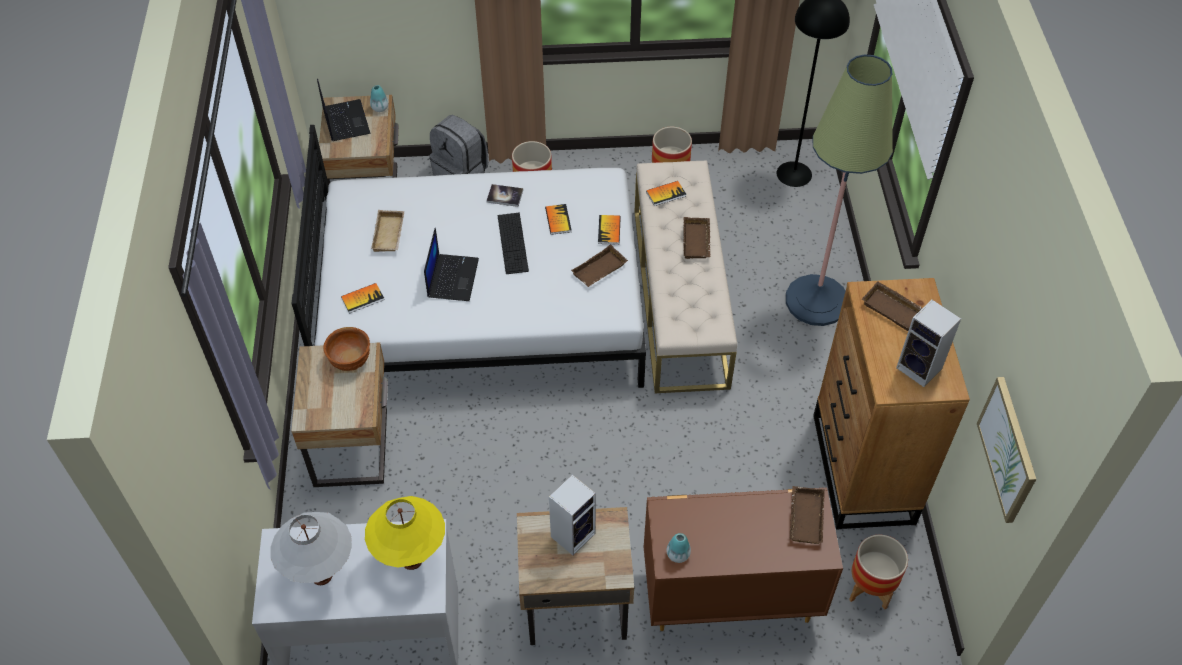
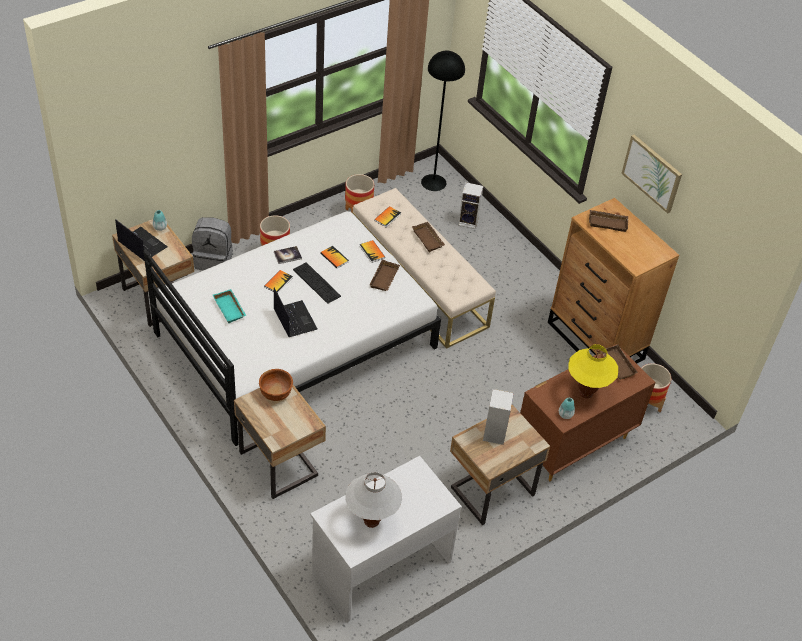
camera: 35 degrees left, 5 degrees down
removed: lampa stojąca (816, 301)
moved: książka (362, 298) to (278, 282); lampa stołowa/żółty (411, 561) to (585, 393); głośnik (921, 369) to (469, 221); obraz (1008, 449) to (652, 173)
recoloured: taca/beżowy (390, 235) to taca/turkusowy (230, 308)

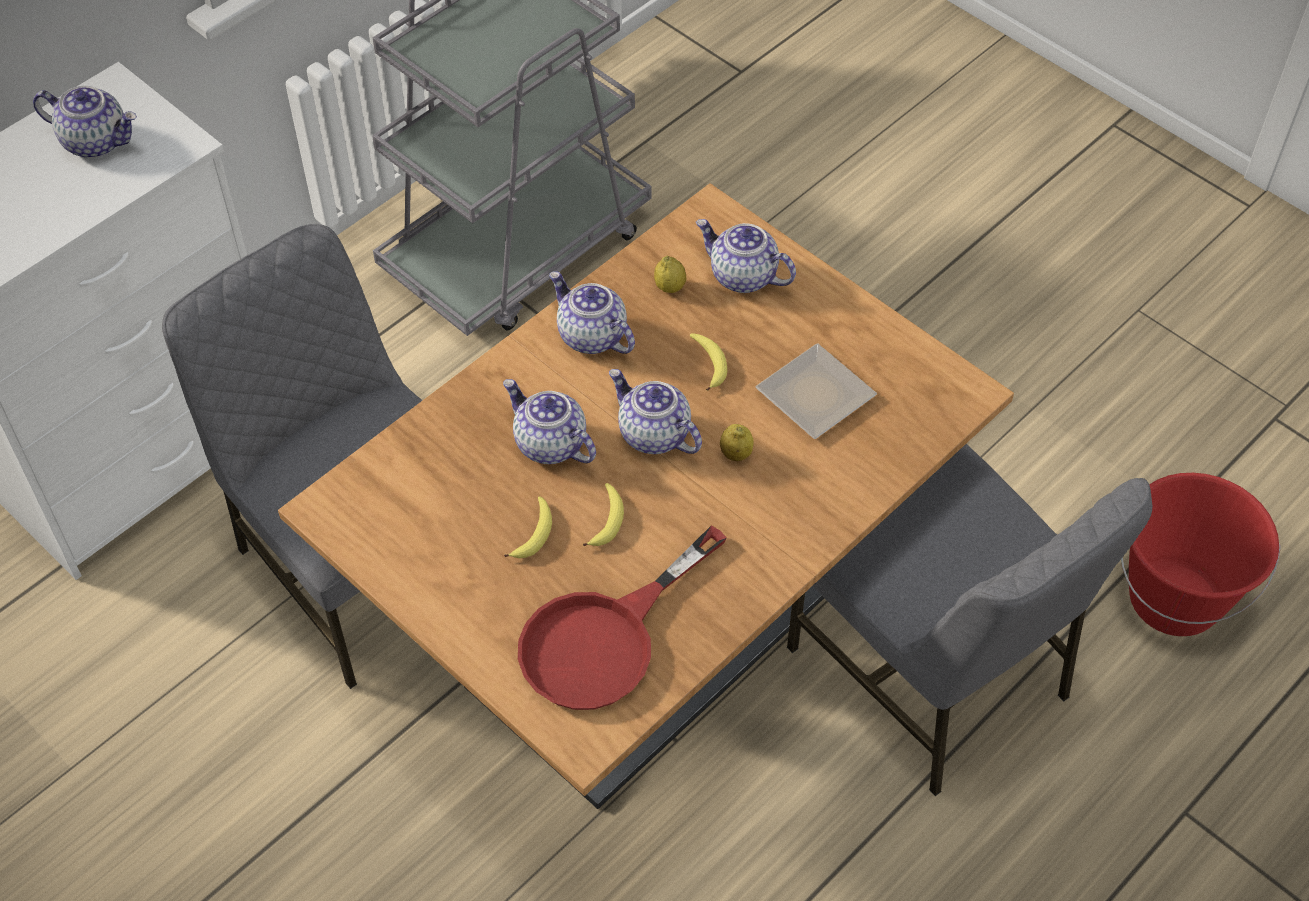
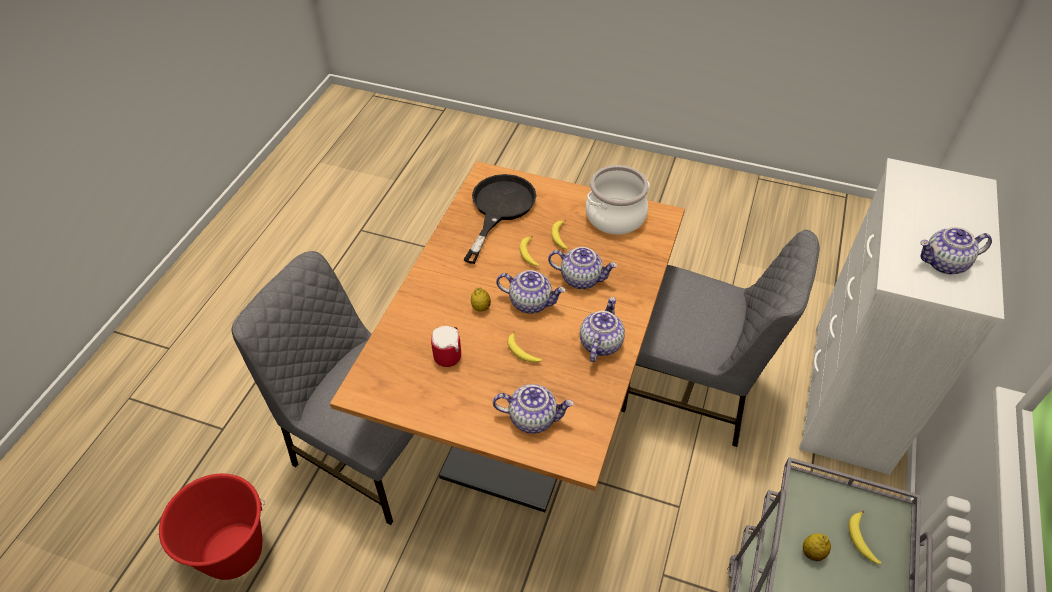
camera: 155 degrees right, 5 degrees down
added: garnek (615, 216); banan (861, 540)
moved: cytryna (670, 287) to (812, 553)
replaced: talerz (815, 399) to kubek (450, 354)
recoloured: patelnia/czerwony (604, 639) to patelnia/czarny (499, 209)
turned: imbryk (591, 336) = (600, 343) 90 degrees counterclockwise

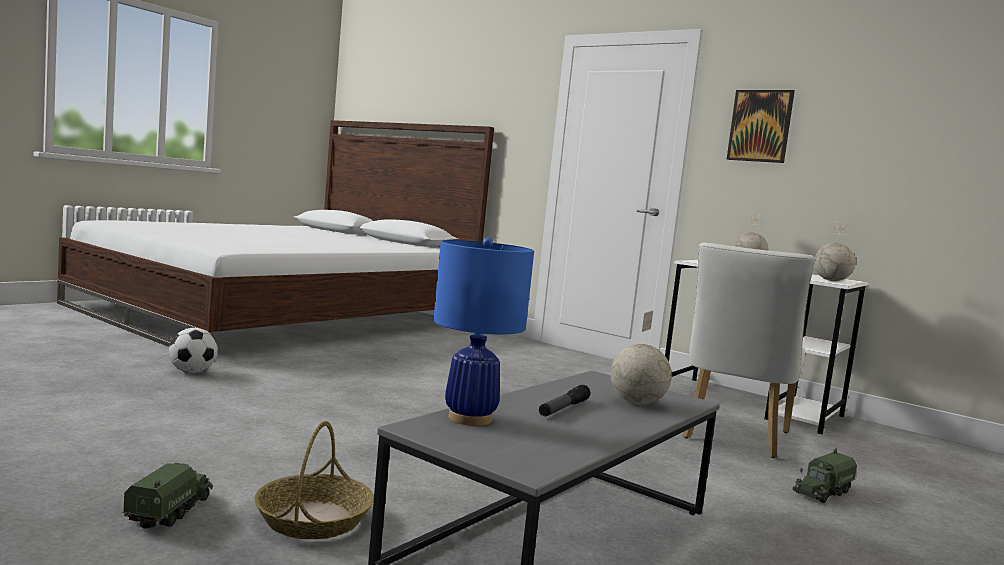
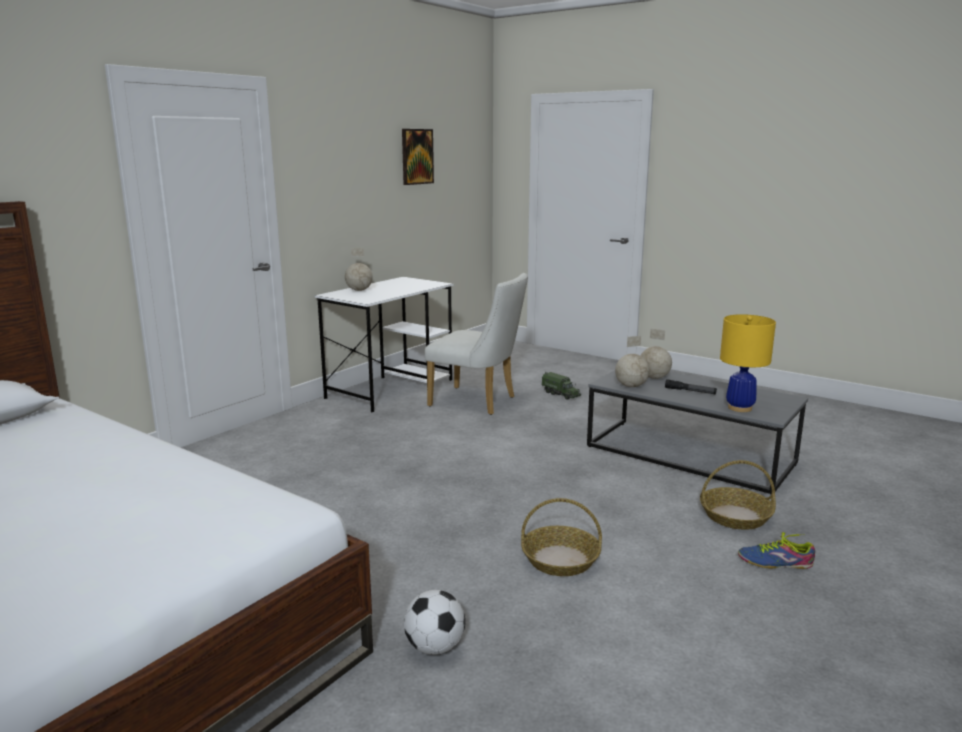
camera: 90 degrees left, 10 degrees up
added: koszyk (560, 560)
moved: obraz (760, 126) to (417, 156); globus (831, 281) to (630, 386)
replaced: ciężarówka zabawkowa (170, 511) to but (775, 562)
recoloured: lampa stołowa/niebieski (469, 418) to lampa stołowa/żółty (739, 408)

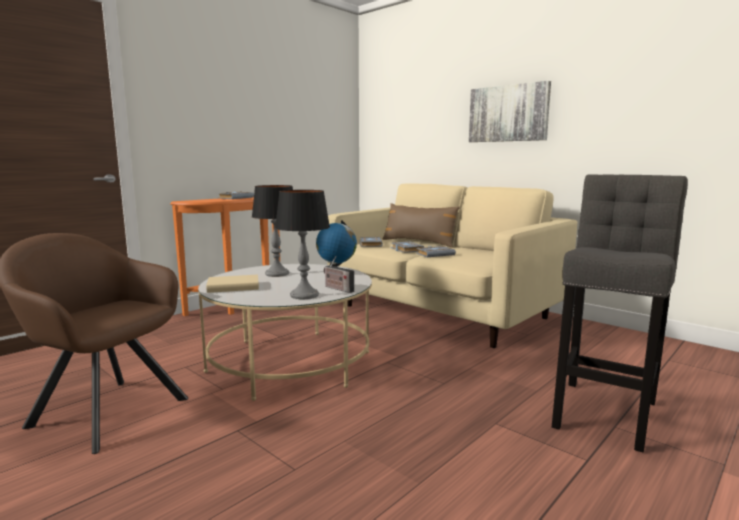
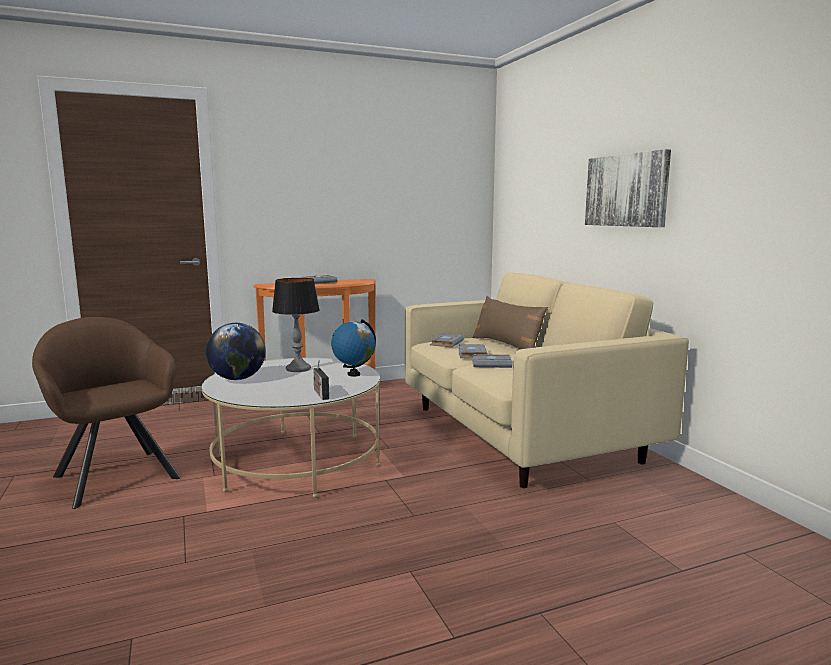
camera: 25 degrees right, 0 degrees up
removed: lampa stołowa (304, 295); stołek/szary (605, 410)
replaced: książka/beżowy (233, 287) to globus (237, 379)

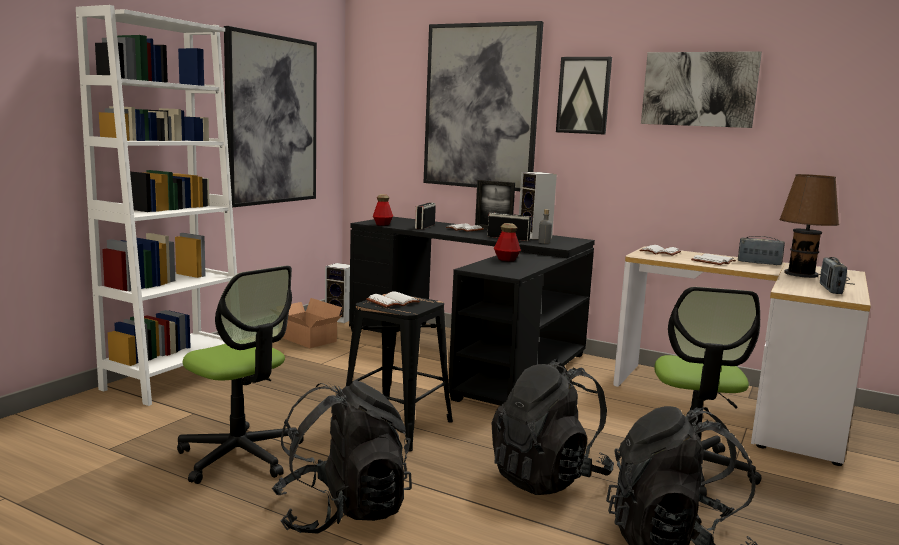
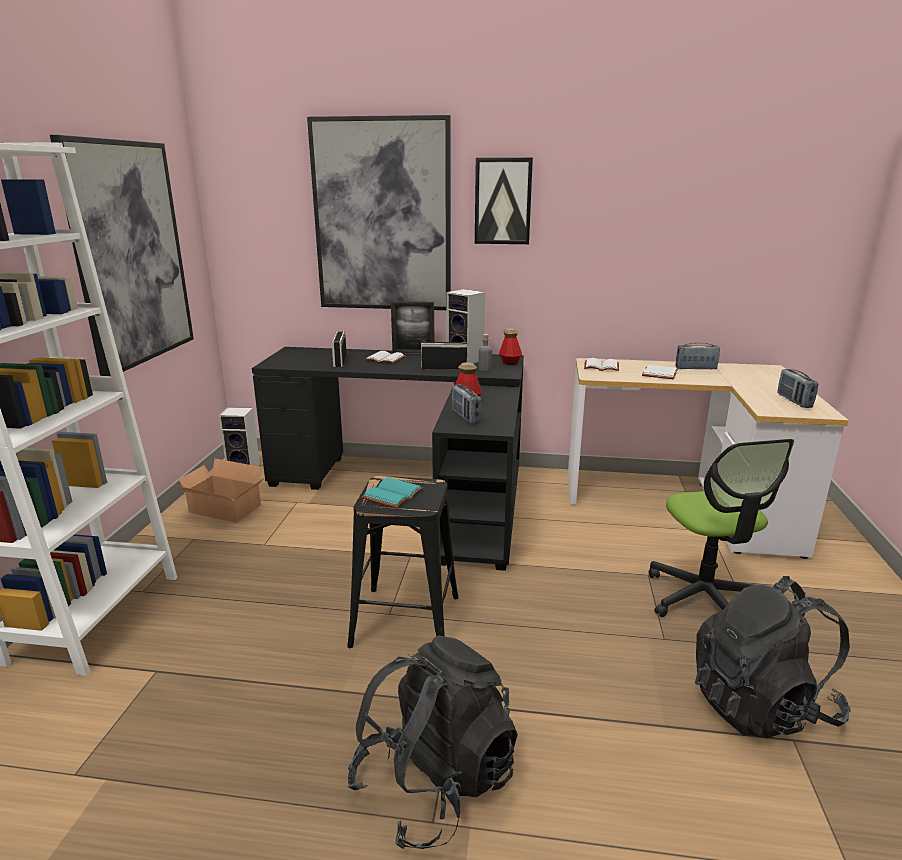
camera: 20 degrees left, 10 degrees up
removed: krzesło biurowe (240, 456); plecak/czarny (548, 477); obraz (699, 89); lampa stołowa/brązowy (805, 275)
added: radio (466, 417)
moved: butelka (382, 224) to (510, 363)
recoloured: książka/biały (393, 302) to książka/turkusowy (393, 495)

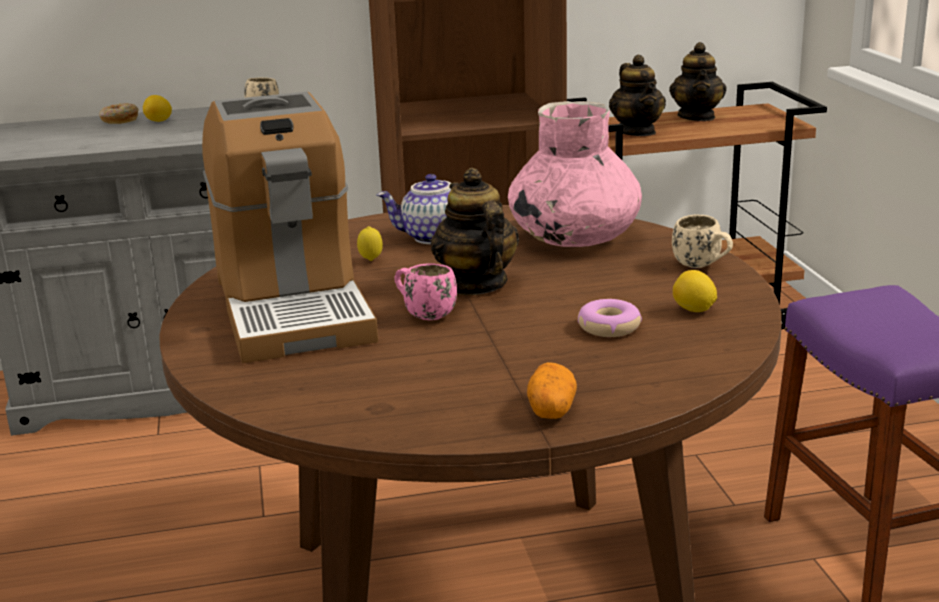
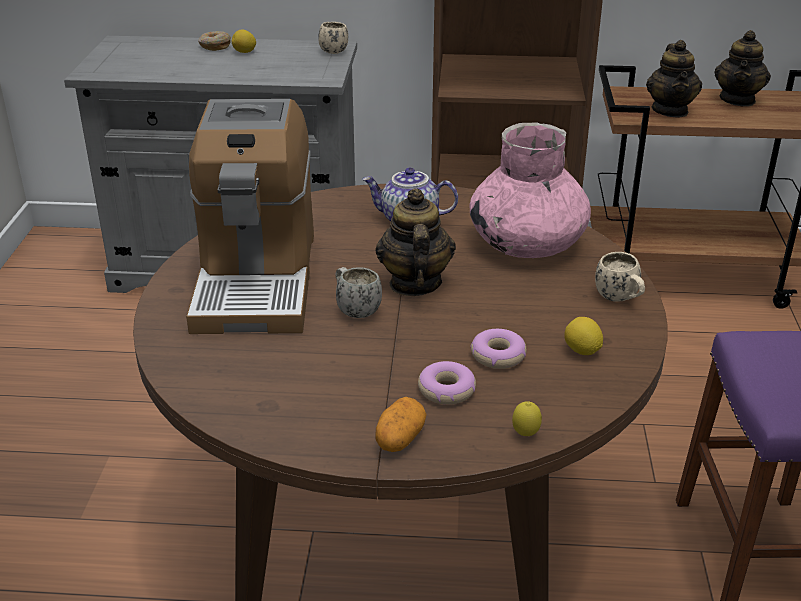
camera: 15 degrees right, 10 degrees up
added: donut (446, 390)
moved: cytryna (371, 261) to (525, 435)
recoloured: kubek/różowy (424, 314) to kubek/biały (354, 309)

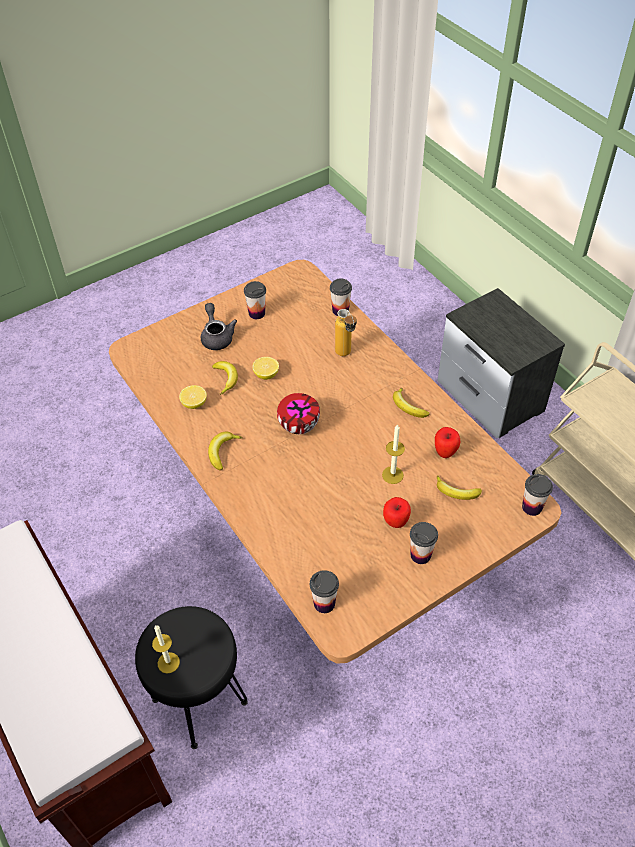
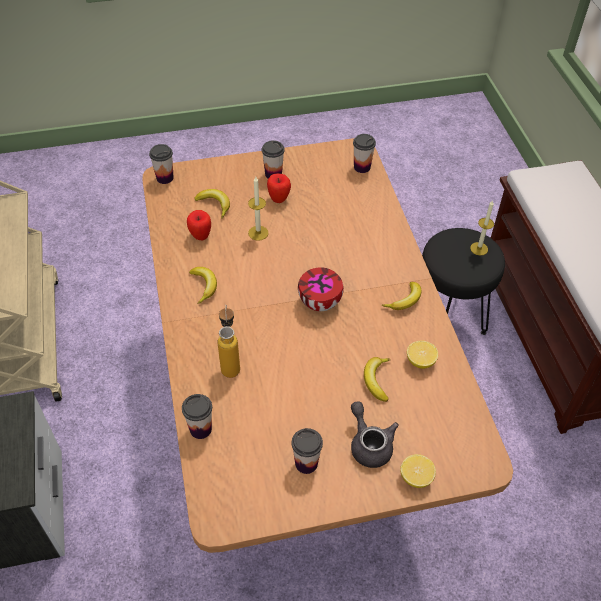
camera: 160 degrees left, 0 degrees up
moved: cytryna (266, 374) to (416, 477)
turned: imbryk/szary (217, 336) = (369, 444) 150 degrees clockwise

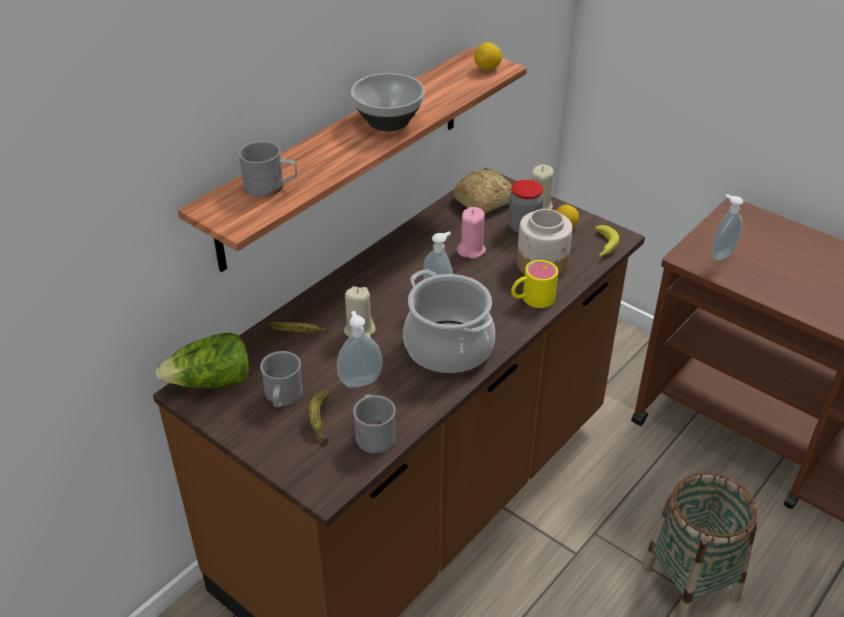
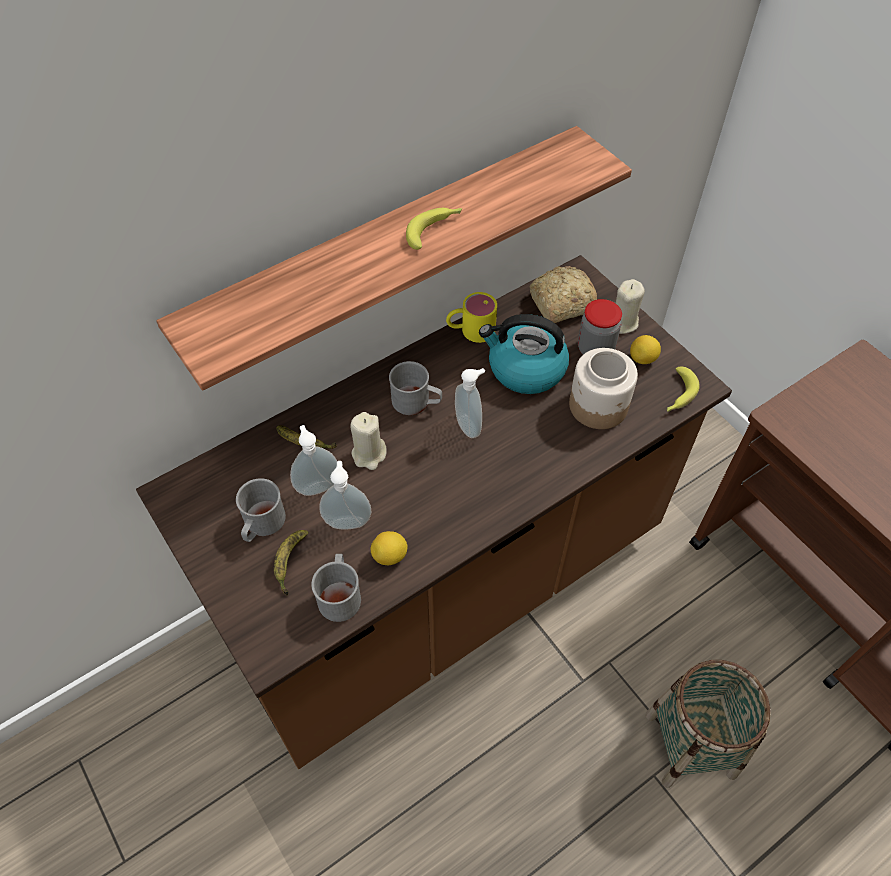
camera: 15 degrees right, 15 degrees up
removed: sałata (211, 382); garnek (448, 348)
moved: kubek/szary (270, 186) to (416, 402); cytryna (487, 68) to (390, 556); kubek/żółty (531, 299) to (470, 330); dozownik mydła (721, 254) to (317, 485)
replaced: miska (388, 122) to banan (434, 230); świeca/różowy (471, 250) to czajnik (525, 369)

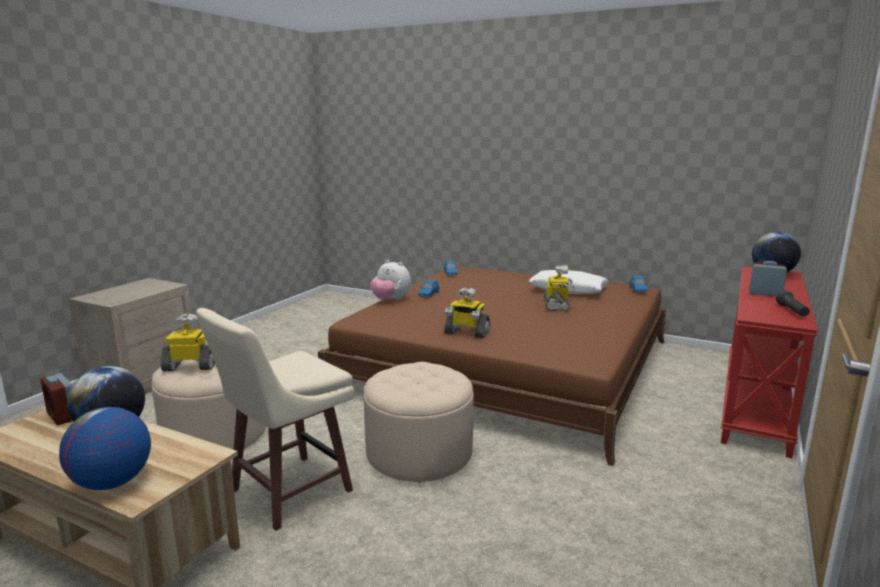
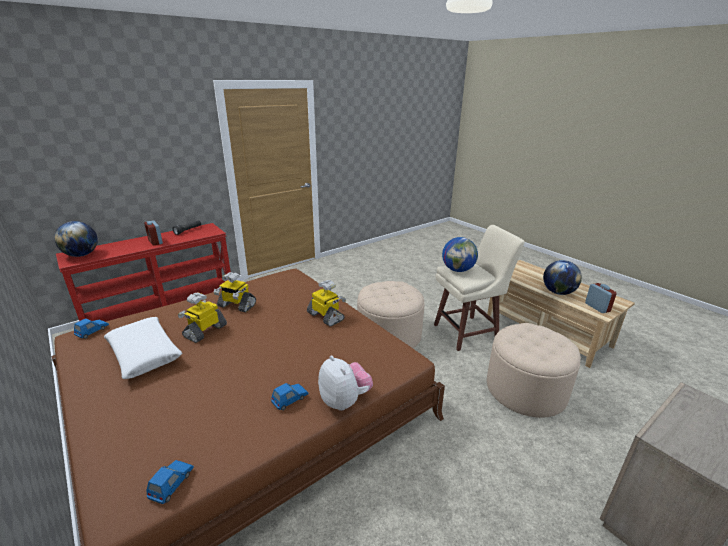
camera: 155 degrees left, 10 degrees up
moved: globus (112, 483) to (458, 270); robot zabawkowy (191, 366) to (236, 306)

